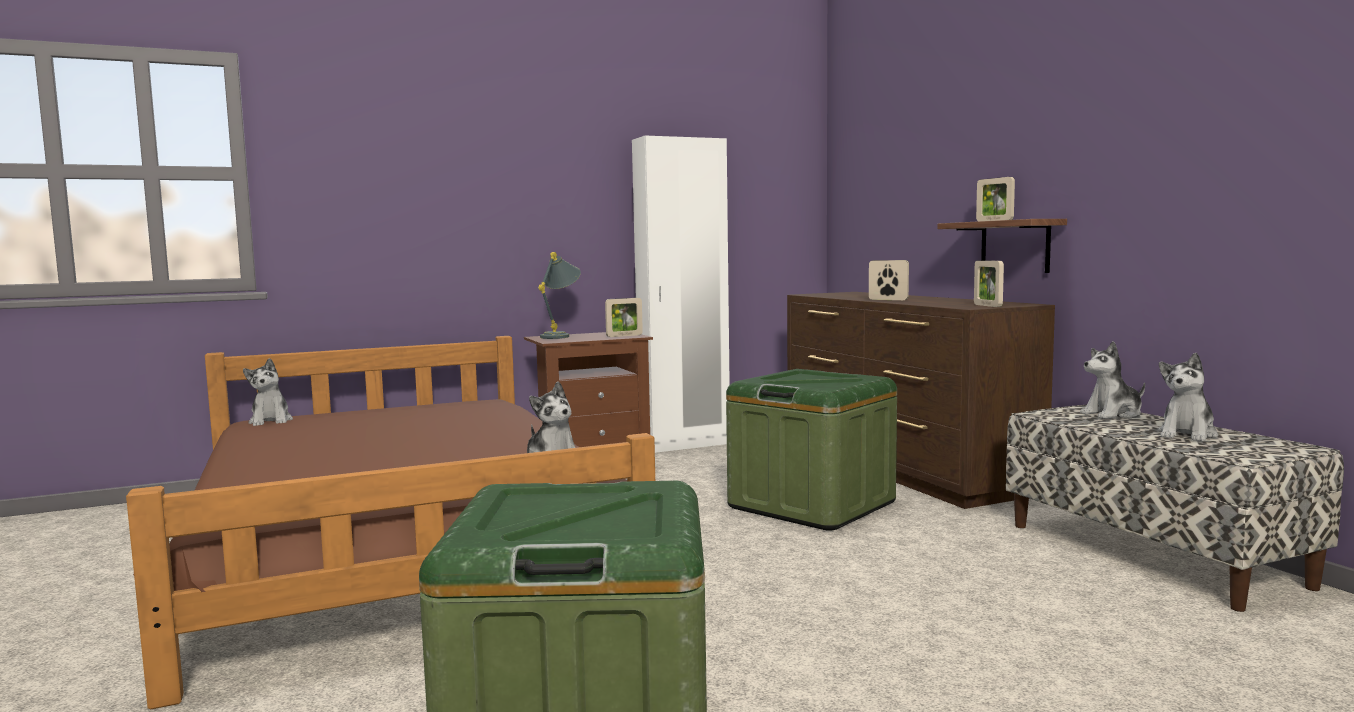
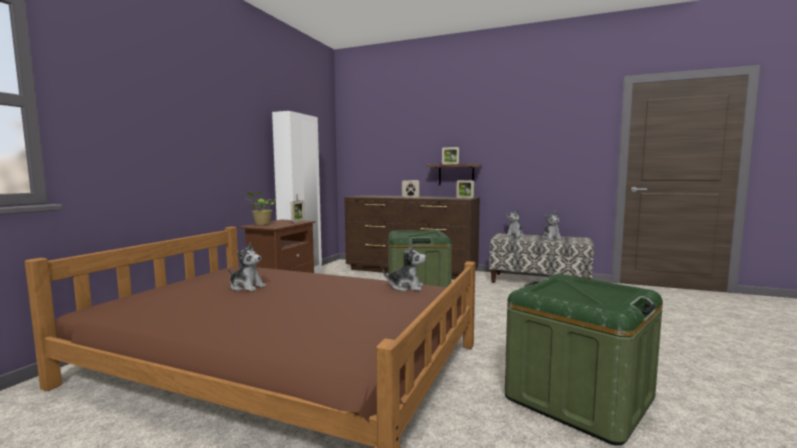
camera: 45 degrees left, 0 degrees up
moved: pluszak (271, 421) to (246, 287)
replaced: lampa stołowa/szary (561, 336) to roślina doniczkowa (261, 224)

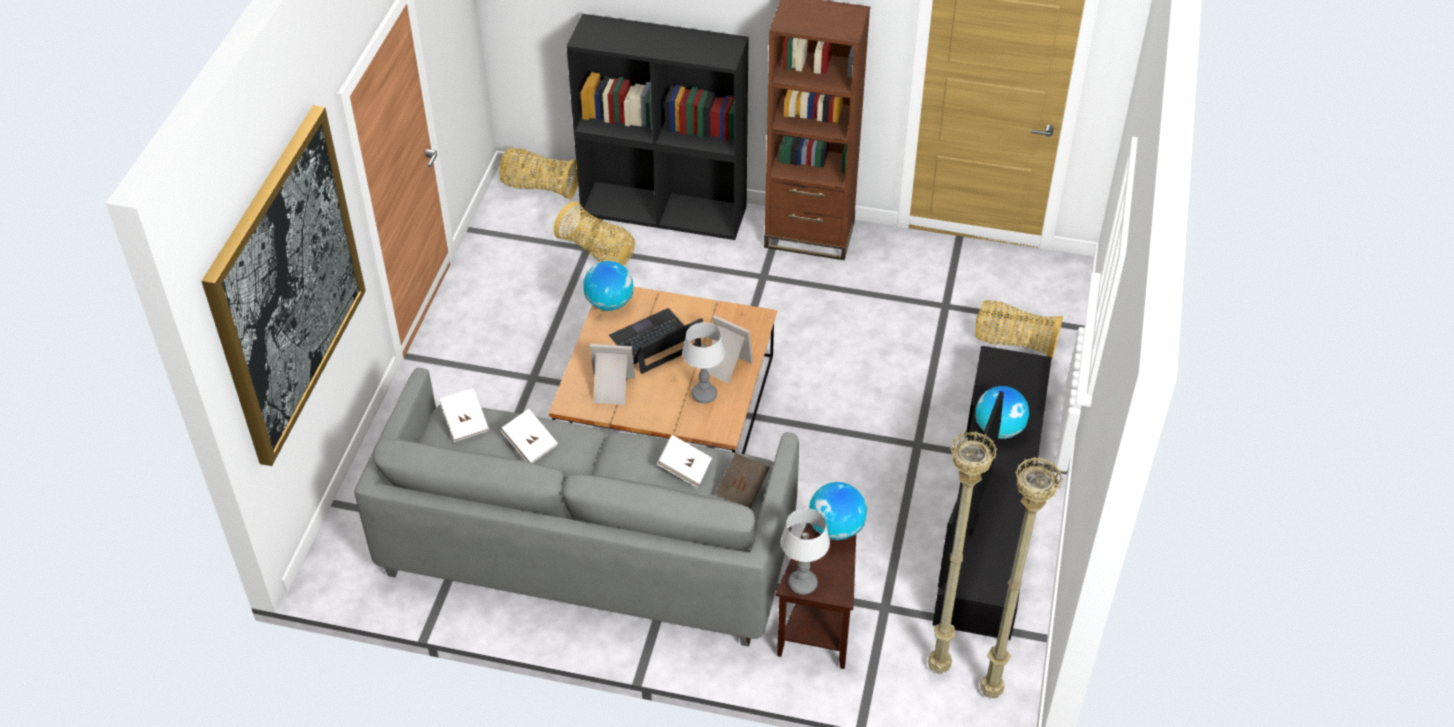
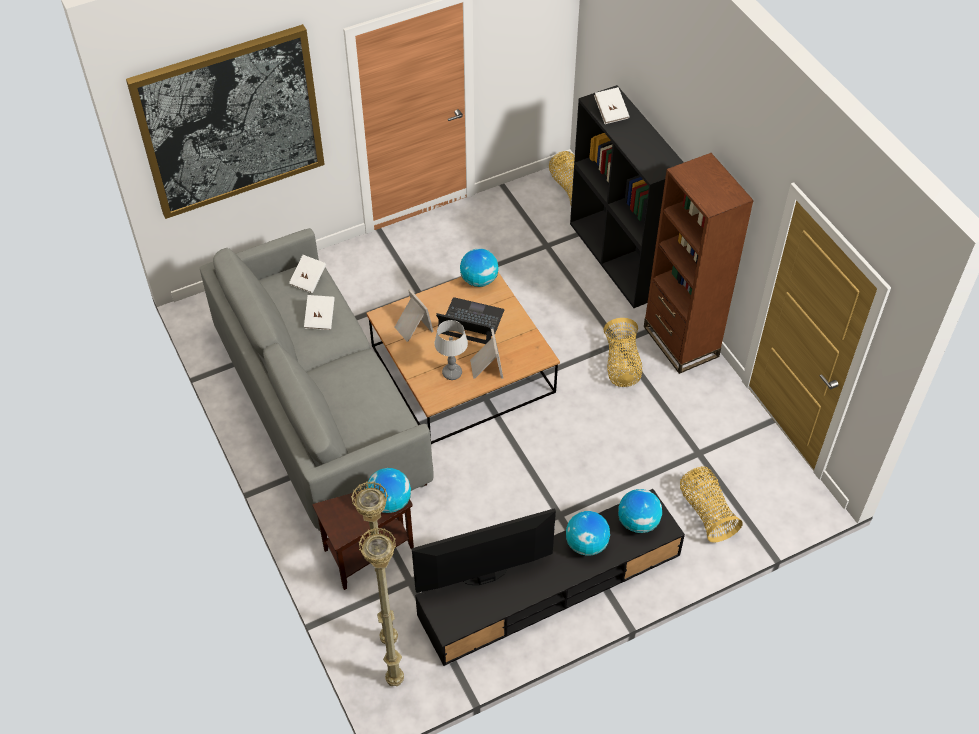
camera: 50 degrees right, 5 degrees up
removed: książka/brązowy (742, 489); lampa stołowa (803, 584)
added: globus (638, 522)
moved: koszyk (597, 252) to (621, 364); książka/biały (685, 468) to (611, 112)

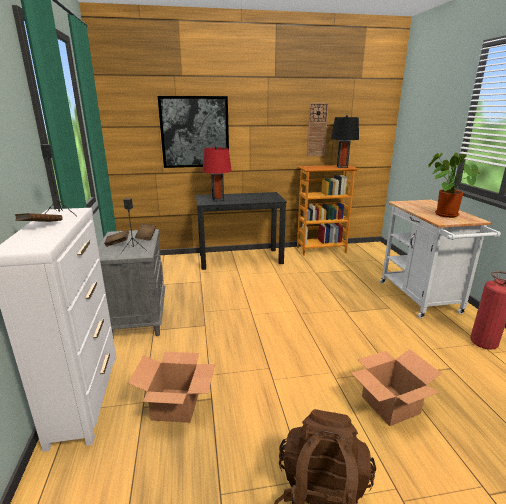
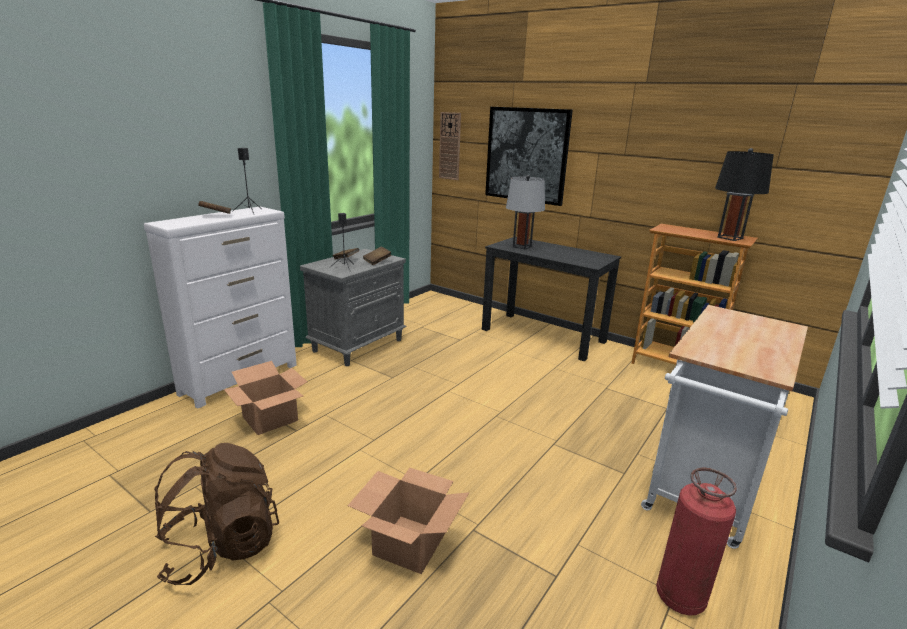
camera: 45 degrees right, 0 degrees up
removed: roślina doniczkowa (444, 214)
moved: zegar ścienny (317, 129) to (450, 146)
recoloured: lampa stołowa/czerwony (218, 199) to lampa stołowa/szary (522, 246)

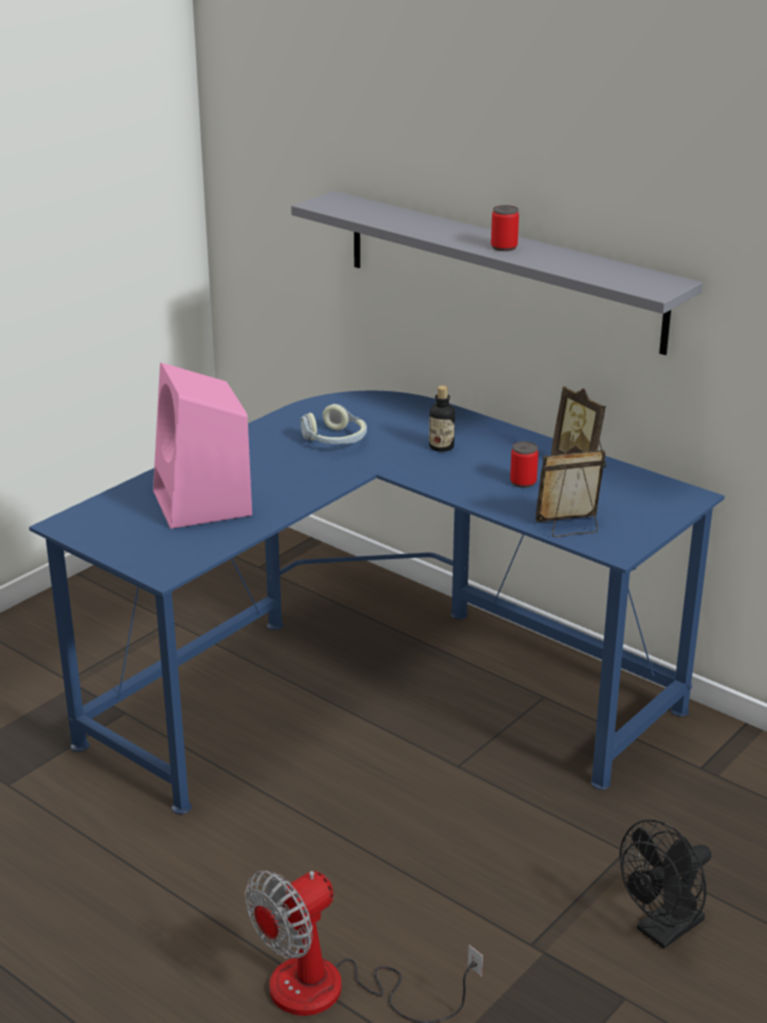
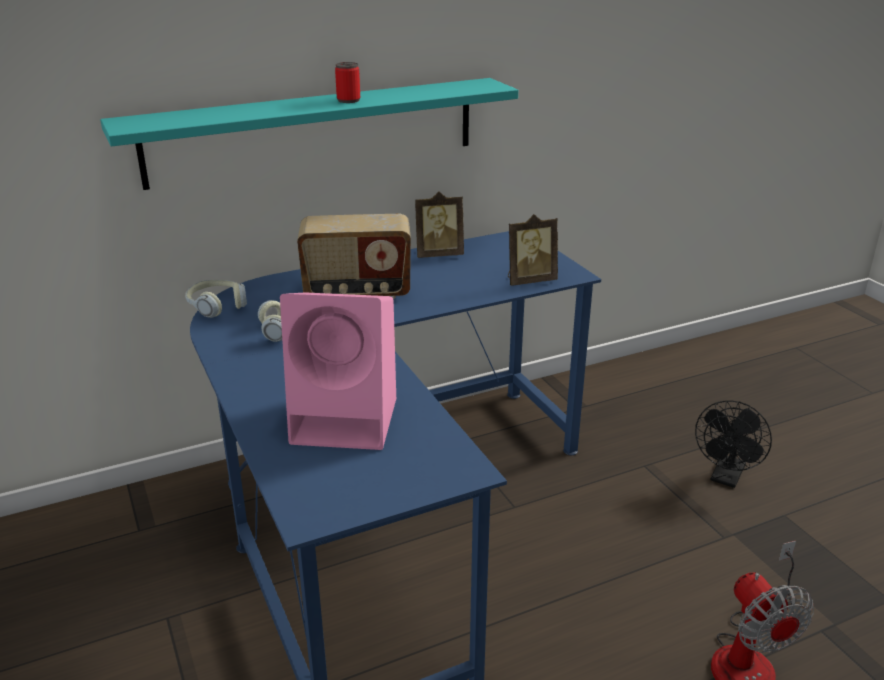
camera: 65 degrees left, 0 degrees up
removed: puszka (523, 482)
added: słuchawki (216, 306)
replaced: butelka (441, 447) to radio (357, 292)
recoloured: półka/szary (501, 270) to półka/turkusowy (314, 131)
turned: ramka na zdjęcie (569, 527) = (529, 280) 120 degrees counterclockwise; wentylator/czarny (663, 931) = (726, 478) 45 degrees clockwise

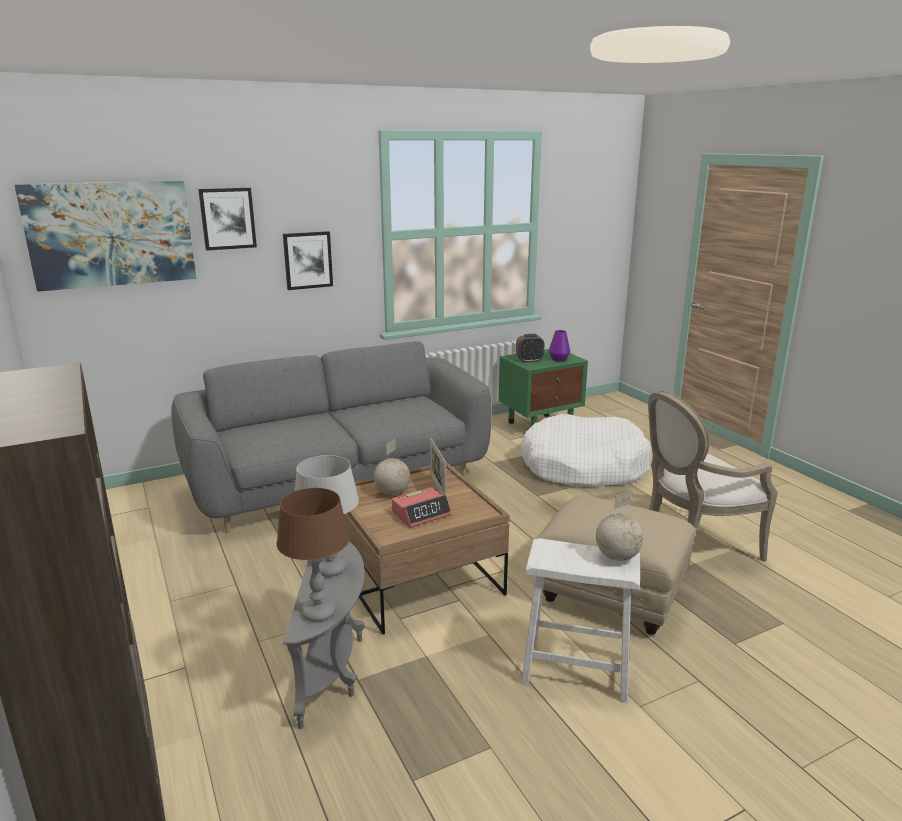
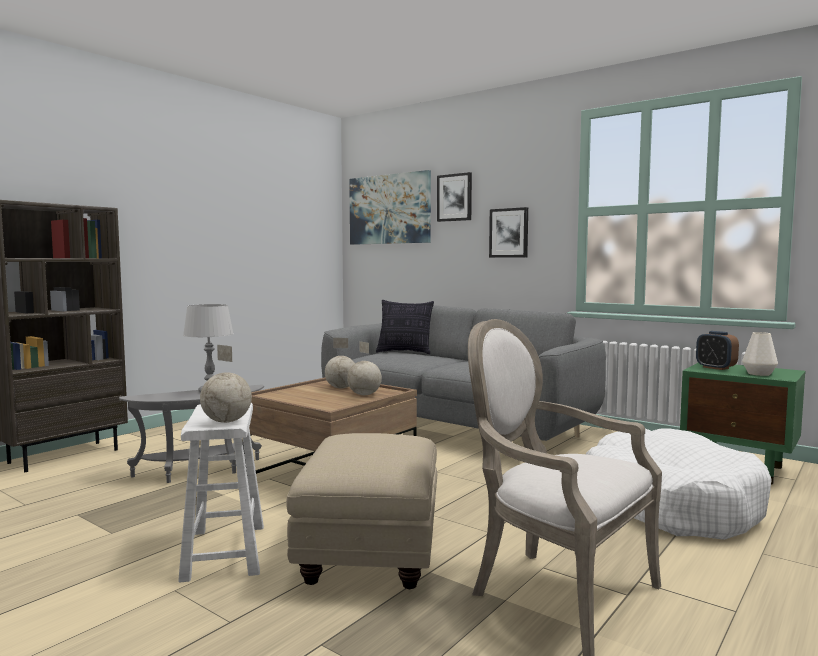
camera: 65 degrees right, 15 degrees down
removed: lampa stołowa/brązowy (319, 613); budzik (421, 513)
added: poduszka (405, 352)
replaced: ramka na zdjęcie (438, 488) to globus (364, 395)
recoloured: wazon/fioletowy (559, 359) to wazon/biały (759, 374)

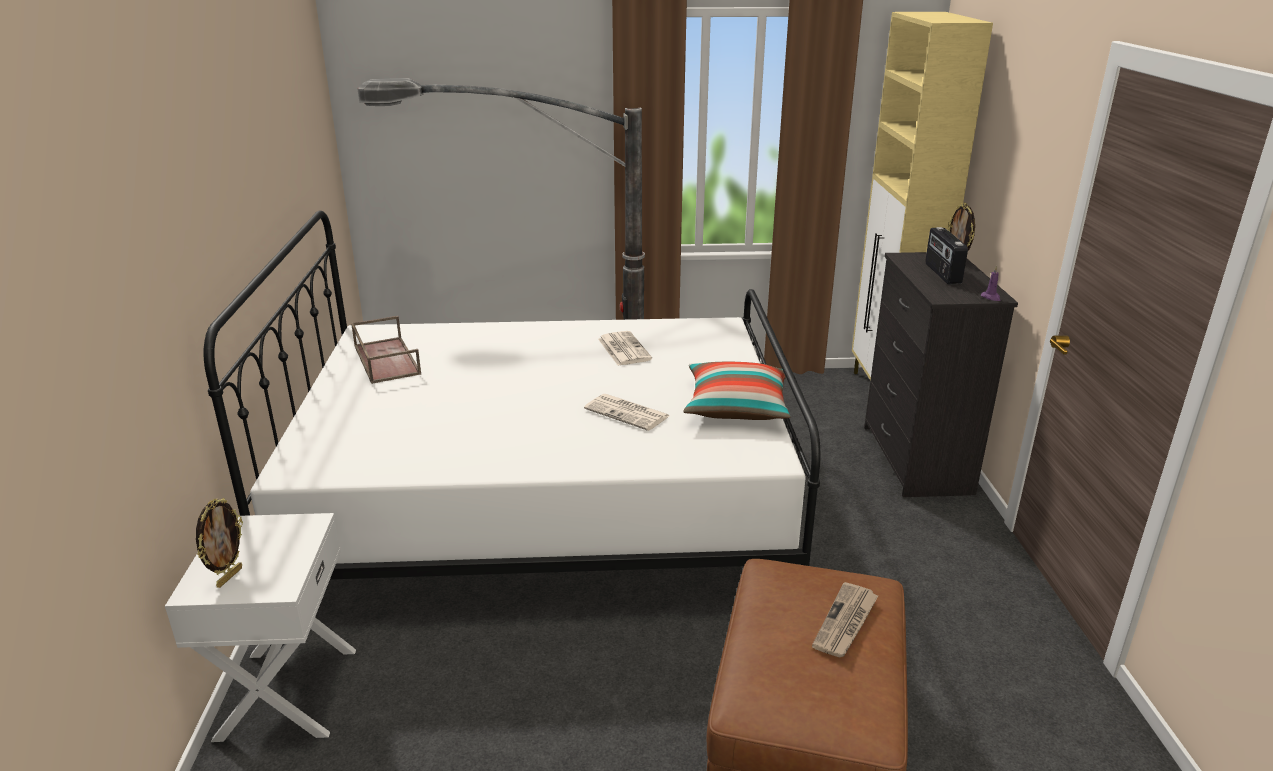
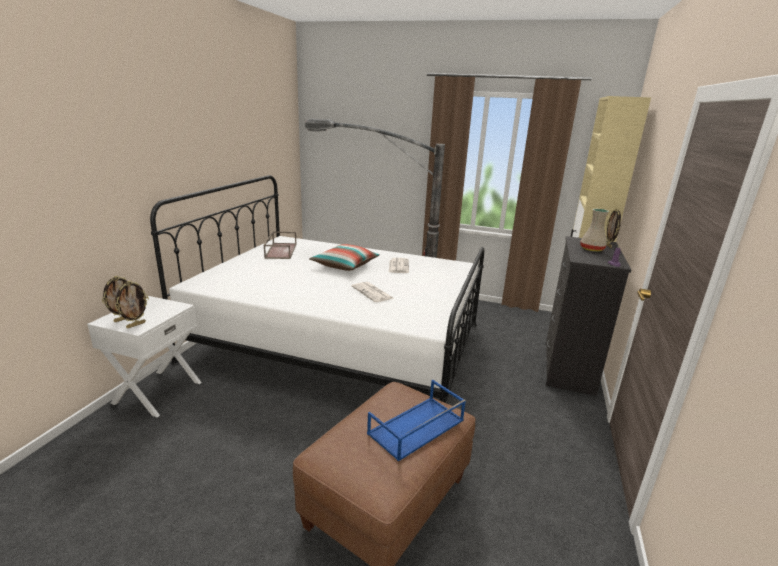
camera: 20 degrees right, 5 degrees down
added: ramka na zdjęcie (136, 325)
moved: poduszka (736, 407) to (345, 265)
replaced: gazeta (845, 623) to taca/niebieski (416, 428); radio (942, 273) to wazon/beżowy (592, 249)

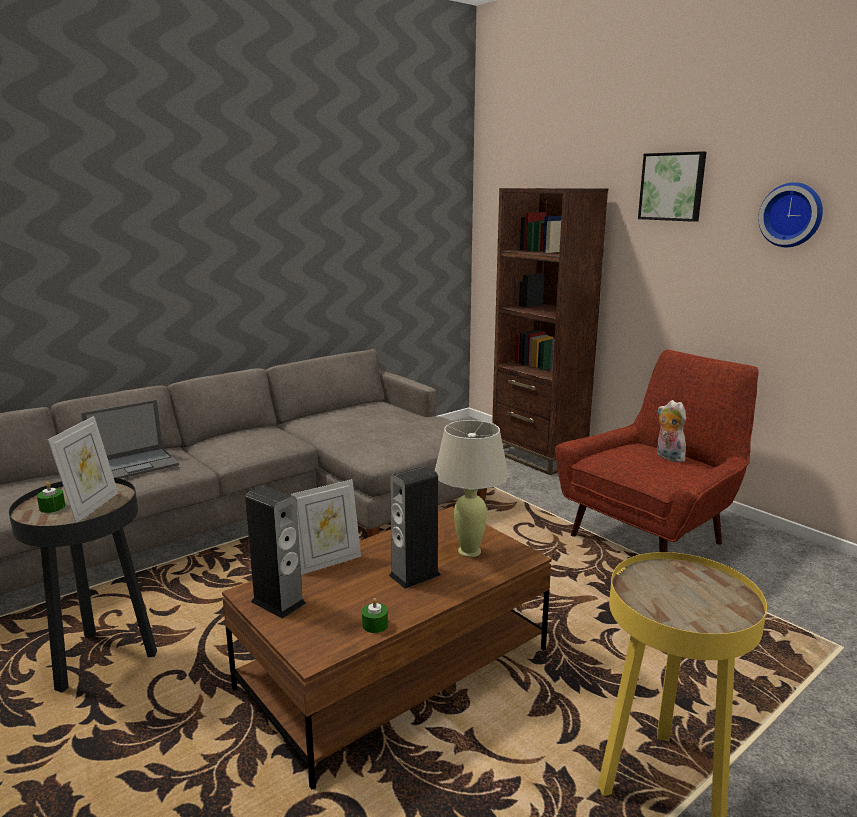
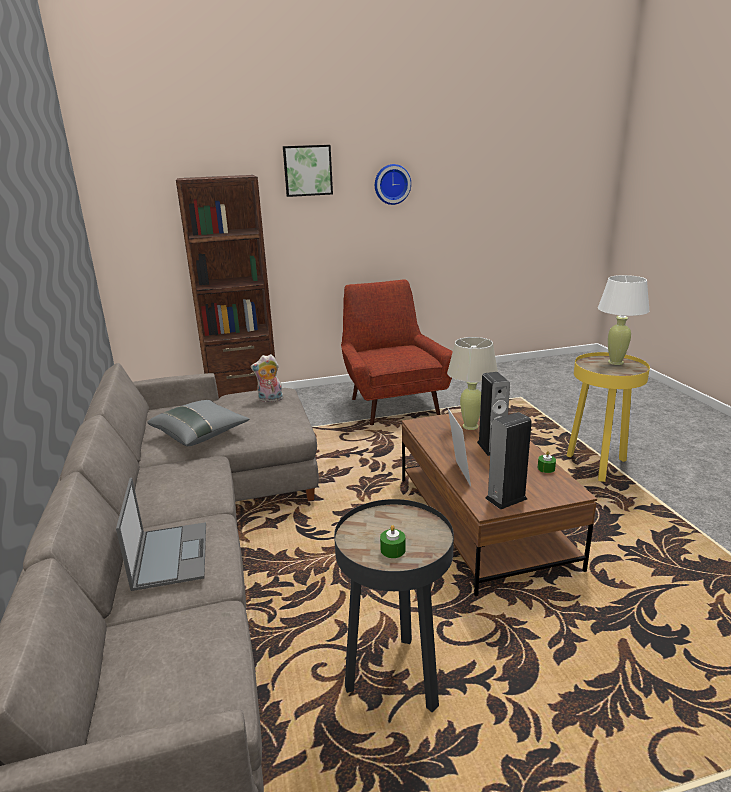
camera: 65 degrees left, 5 degrees up
removed: ramka na zdjęcie (91, 507)
added: poduszka/szary (200, 434); lampa stołowa/biały (615, 362)
moved: pluszak (667, 457) to (270, 400)

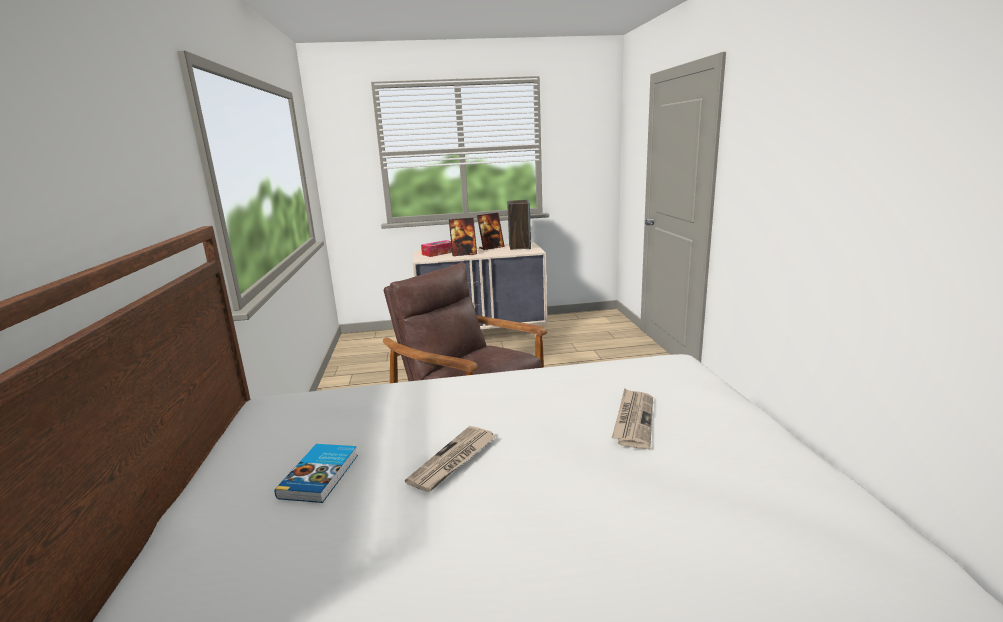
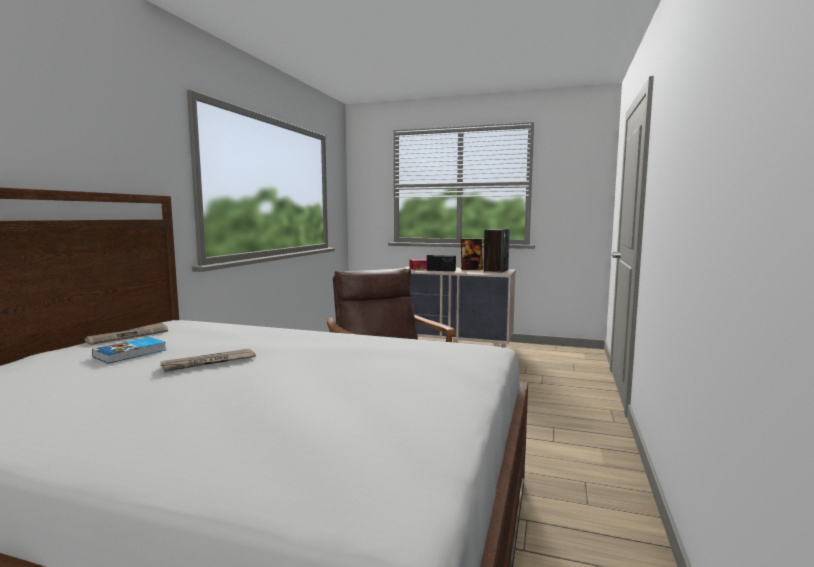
camera: 25 degrees right, 10 degrees down
moved: gazeta (633, 420) to (128, 336)
replaced: ramka na zdjęcie (464, 254) to radio (441, 270)

